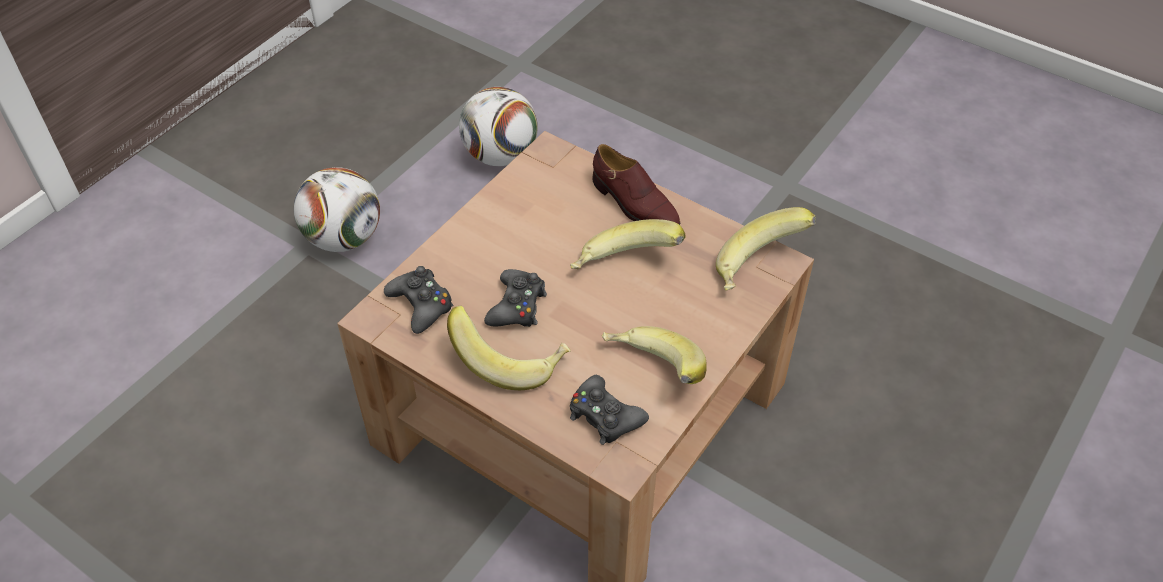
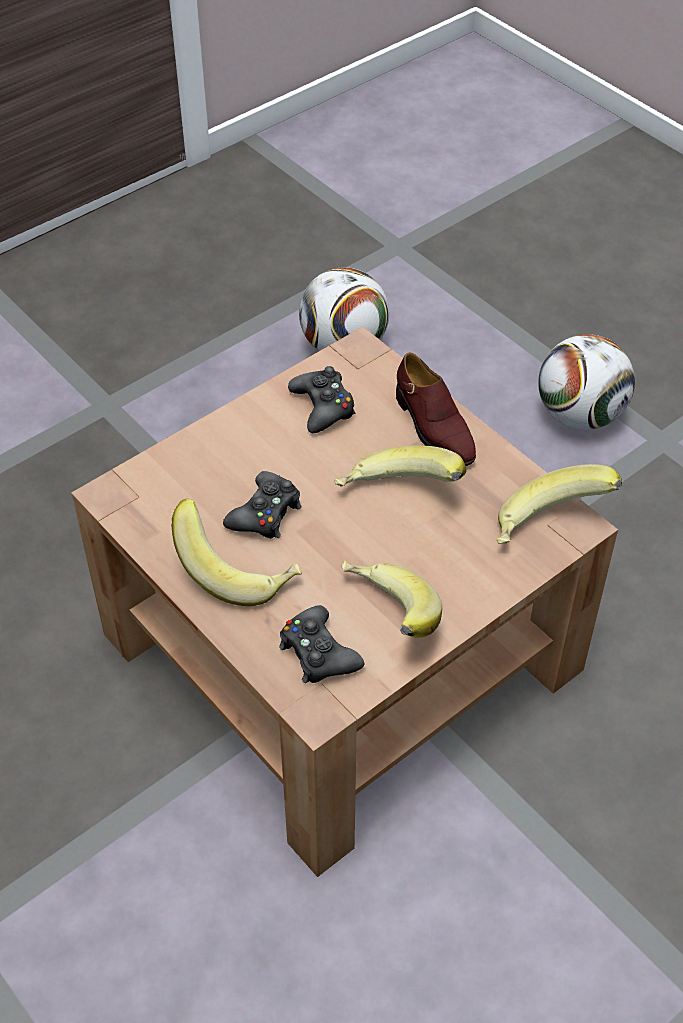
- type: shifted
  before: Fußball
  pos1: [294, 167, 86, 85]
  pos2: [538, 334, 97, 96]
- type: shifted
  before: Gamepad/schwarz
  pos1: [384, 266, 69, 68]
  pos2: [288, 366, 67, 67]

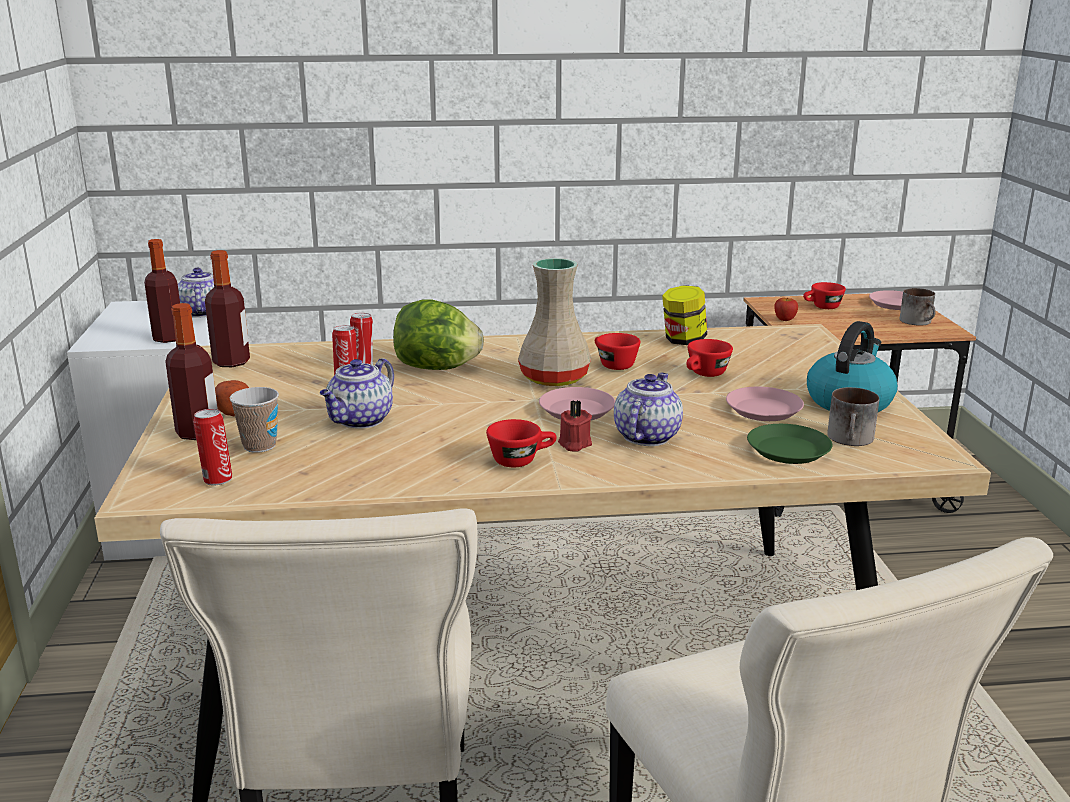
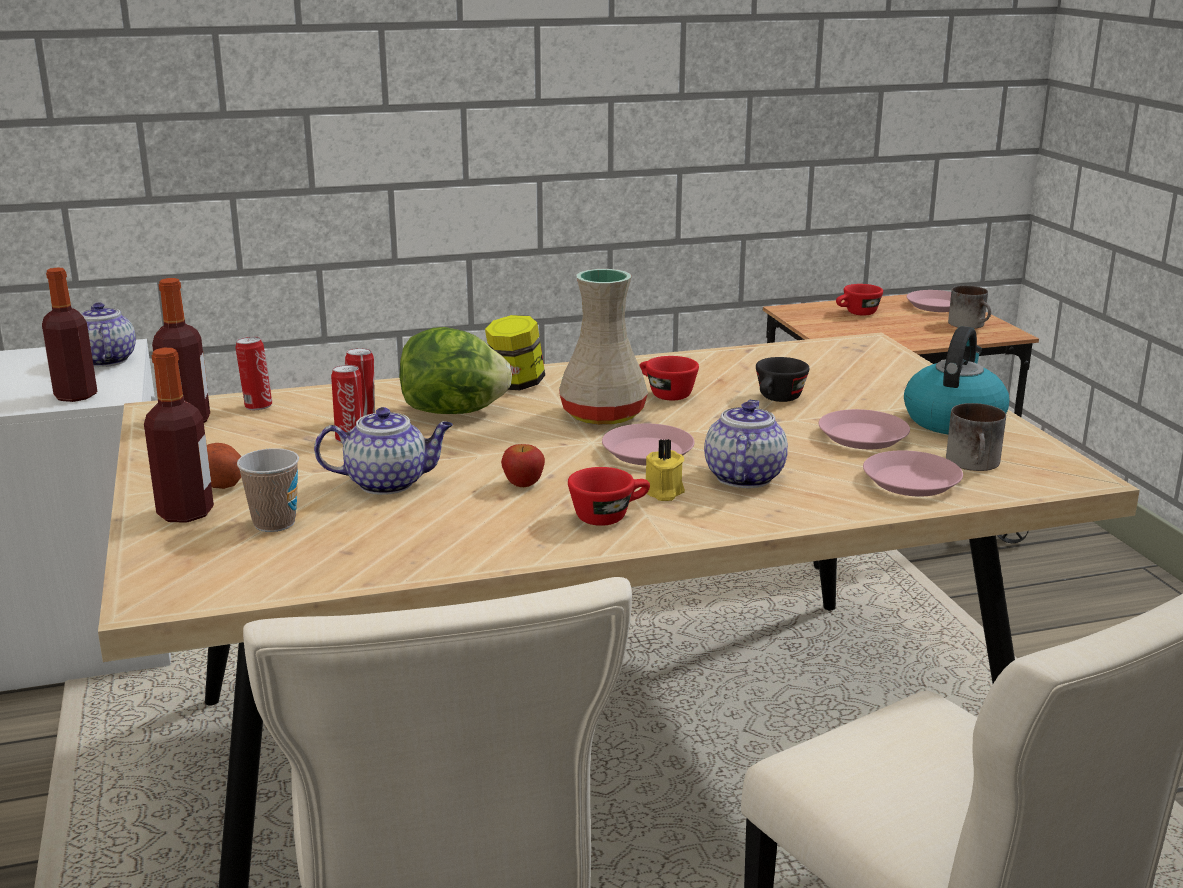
- type: shifted
  before: Vorratsglas
  pos1: [662, 285, 45, 60]
  pos2: [485, 315, 60, 75]
- type: shifted
  before: Apfel
  pos1: [774, 298, 24, 23]
  pos2: [501, 444, 44, 43]
- type: repainted
  before: Tasse/rot
  after: Tasse/schwarz
  pos1: [686, 339, 47, 38]
  pos2: [756, 357, 53, 45]
- type: rotated
  before: Teekanne
  pos1: [320, 358, 74, 71]
  pos2: [314, 407, 139, 88]
  turn: -120
- type: repainted
  before: Kerze/rot
  after: Kerze/gelb
  pos1: [558, 400, 34, 52]
  pos2: [646, 439, 39, 62]
- type: shifted
  before: Dose
  pos1: [193, 409, 40, 77]
  pos2: [235, 337, 37, 73]
- type: repainted
  before: Teller/grün
  after: Teller/rosa
  pos1: [747, 424, 85, 40]
  pos2: [863, 451, 100, 45]

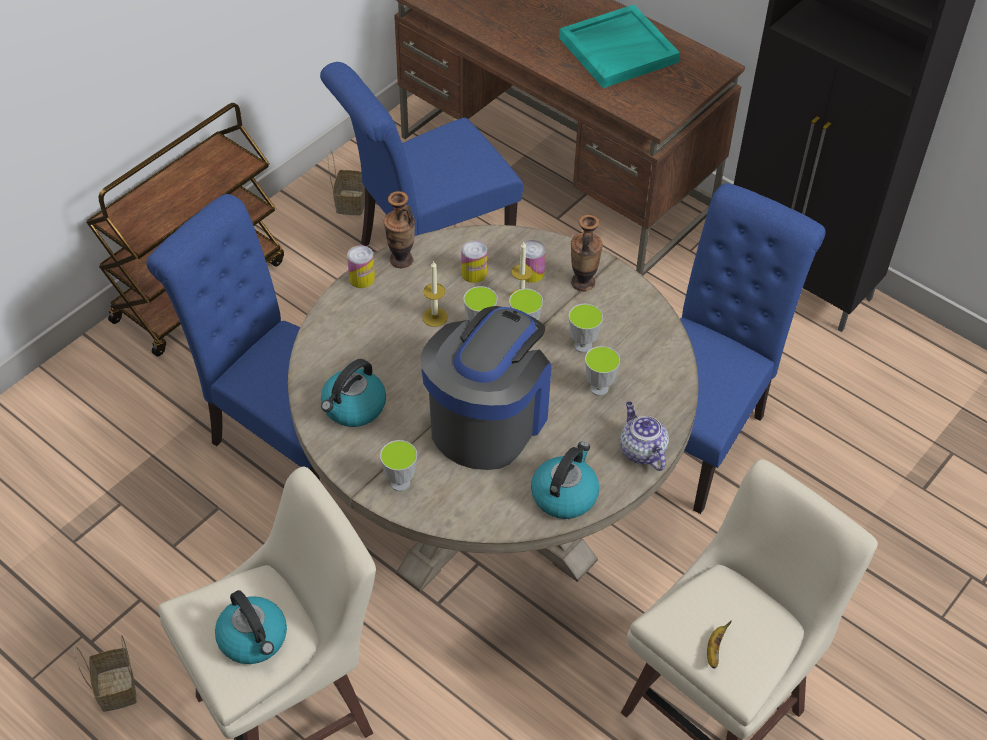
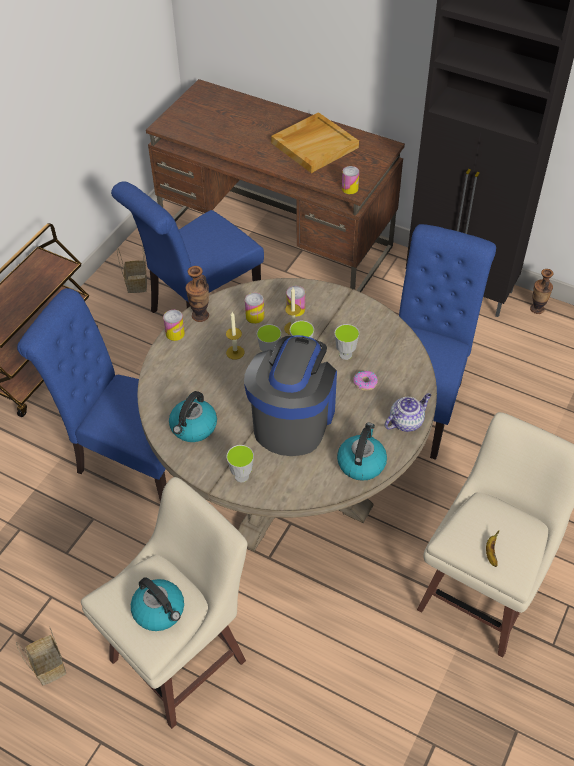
- type: repainted
  before: Tablett/türkis
  after: Tablett/beige
  pos1: [559, 5, 121, 83]
  pos2: [271, 112, 88, 61]
- type: shifted
  before: Vase
  pos1: [571, 215, 32, 77]
  pos2: [530, 269, 24, 45]
- type: swapped
  before: Tasse
  after: Donut
  pos1: [585, 346, 35, 50]
  pos2: [353, 371, 25, 20]
- type: rotated
  before: Teekanne
  pos1: [620, 401, 49, 70]
  pos2: [385, 393, 46, 39]
  turn: 90
- type: new
  after: Dose
  pos2: [342, 166, 17, 28]

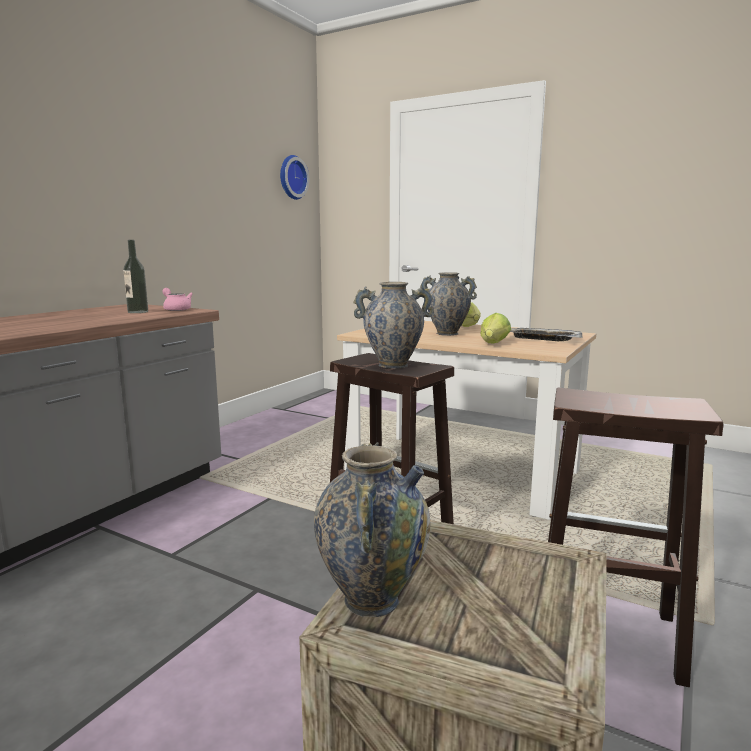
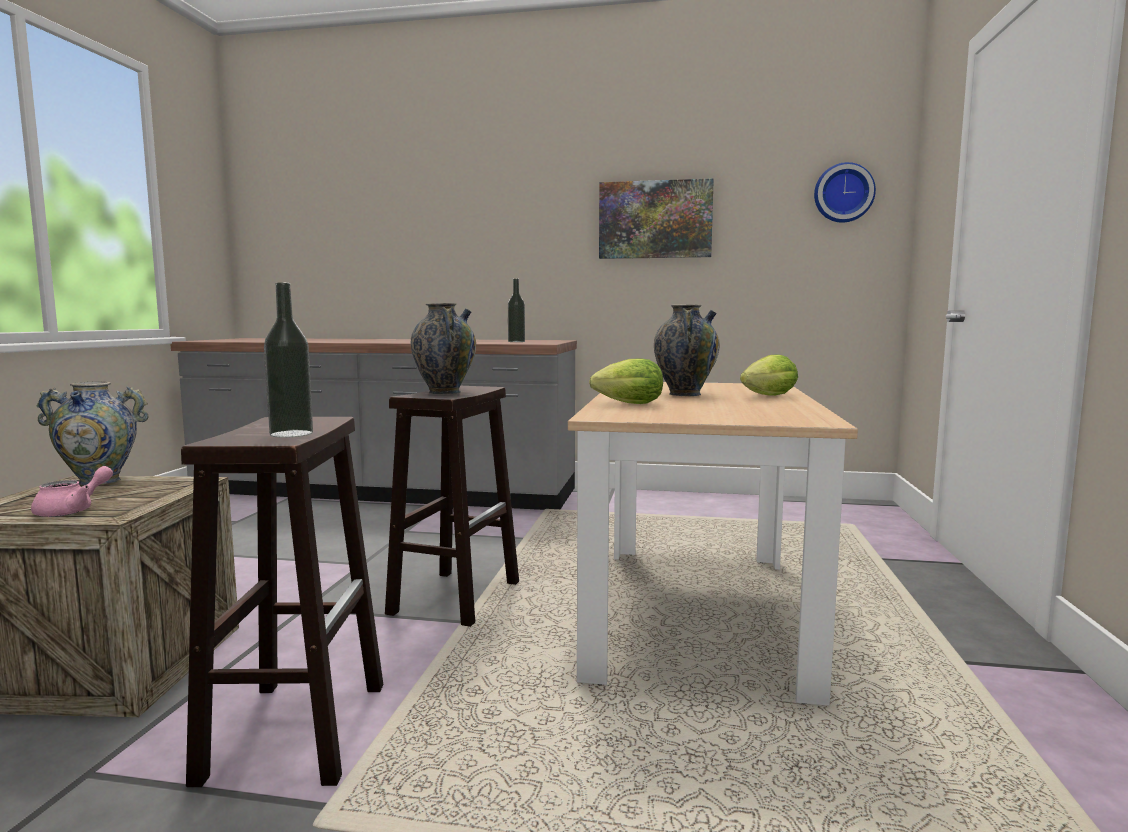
- type: shifted
  before: Teekanne/rosa
  pos1: [162, 288, 31, 23]
  pos2: [31, 466, 82, 51]
- type: gone
  before: Tablett
  pos1: [510, 328, 73, 13]
- type: new
  after: Bild
  pos2: [599, 178, 115, 81]
- type: new
  after: Flasche
  pos2: [264, 283, 49, 155]

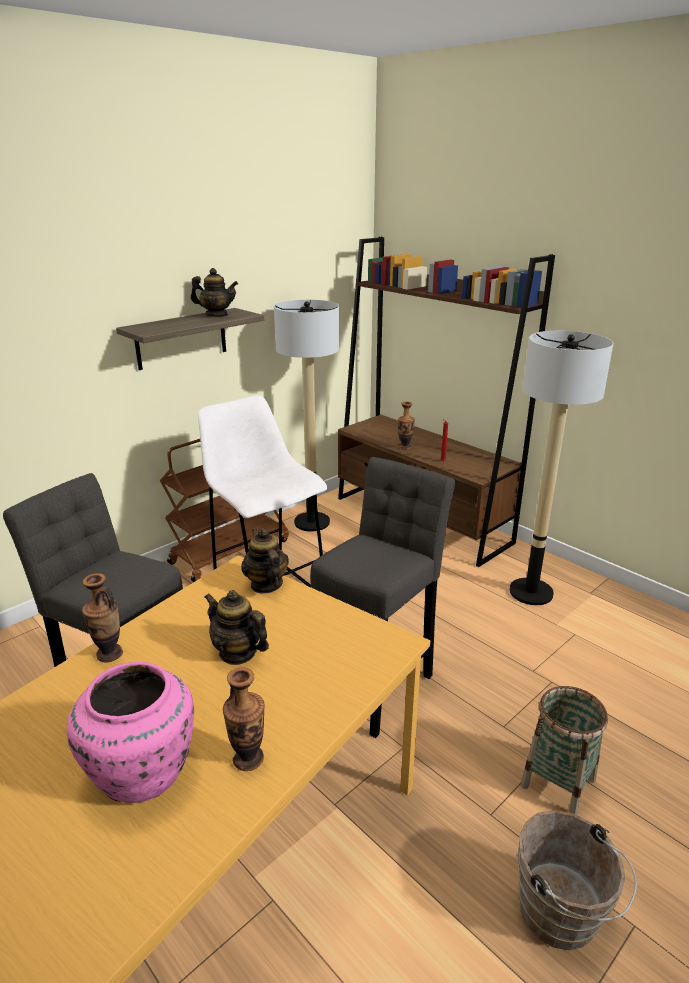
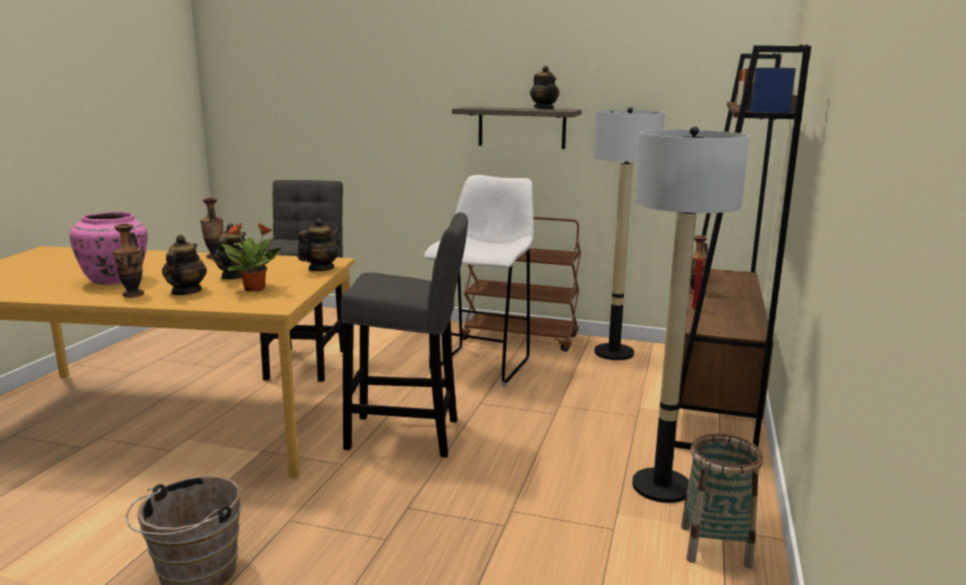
- type: shifted
  before: Korb
  pos1: [520, 686, 88, 129]
  pos2: [681, 434, 82, 135]
- type: new
  after: Topfpflanze
  pos2: [221, 222, 61, 69]
- type: new
  after: Teekanne
  pos2: [162, 235, 45, 60]

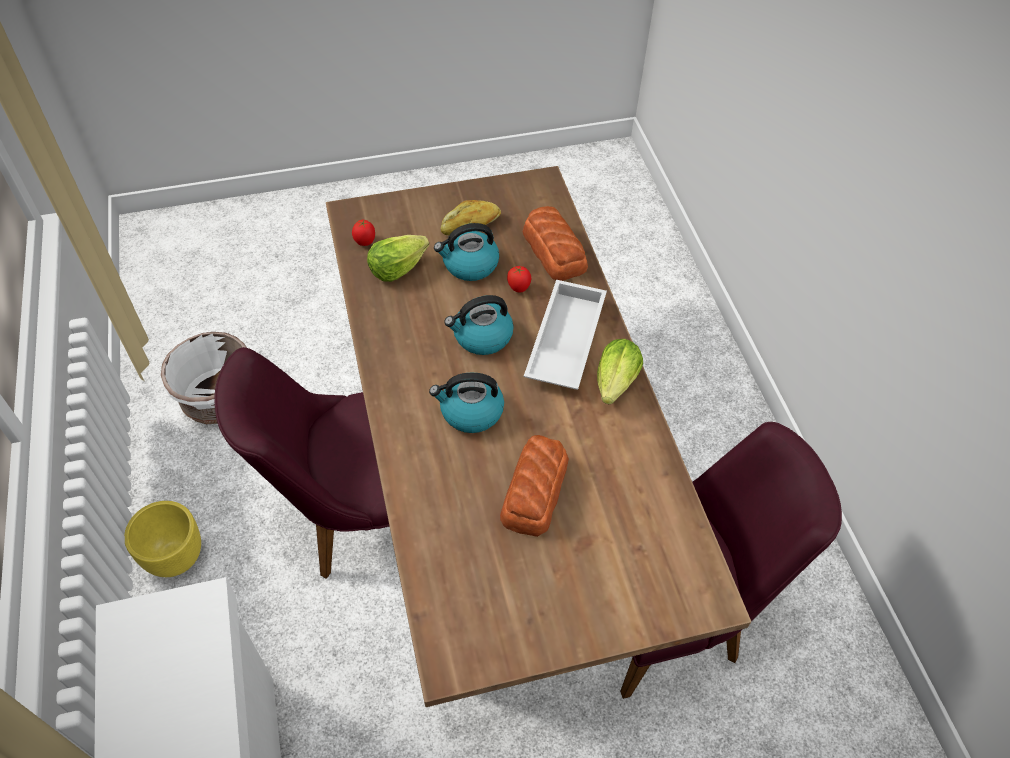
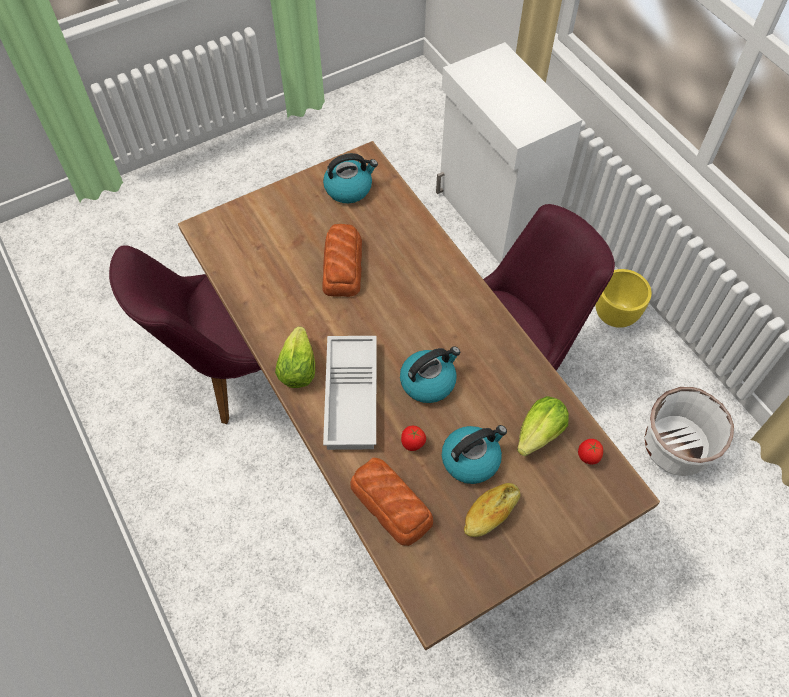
- type: shifted
  before: Wasserkessel
  pos1: [429, 373, 75, 60]
  pos2: [323, 153, 55, 50]

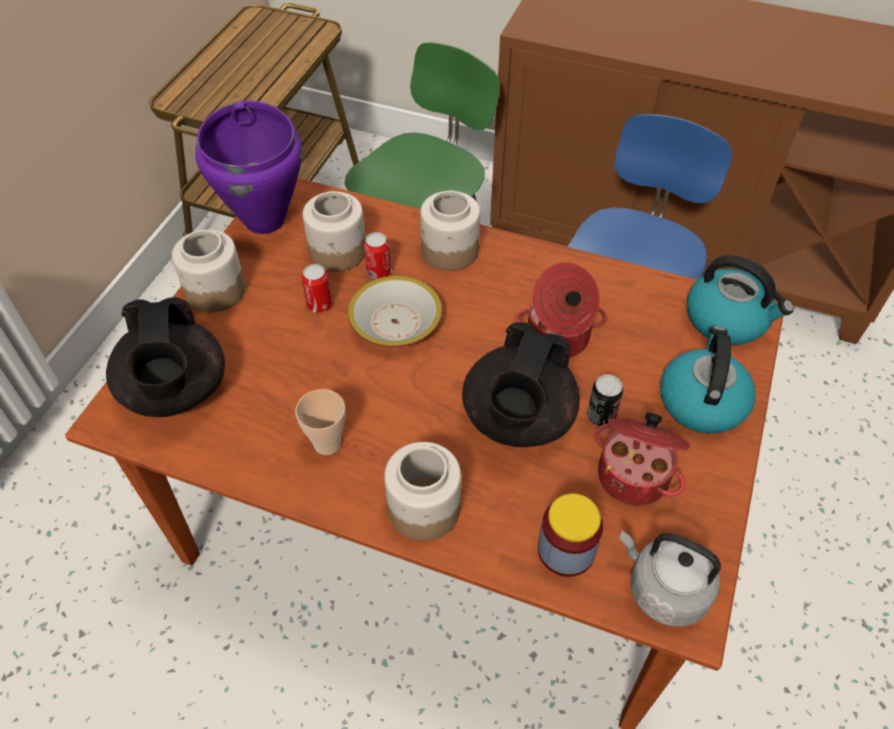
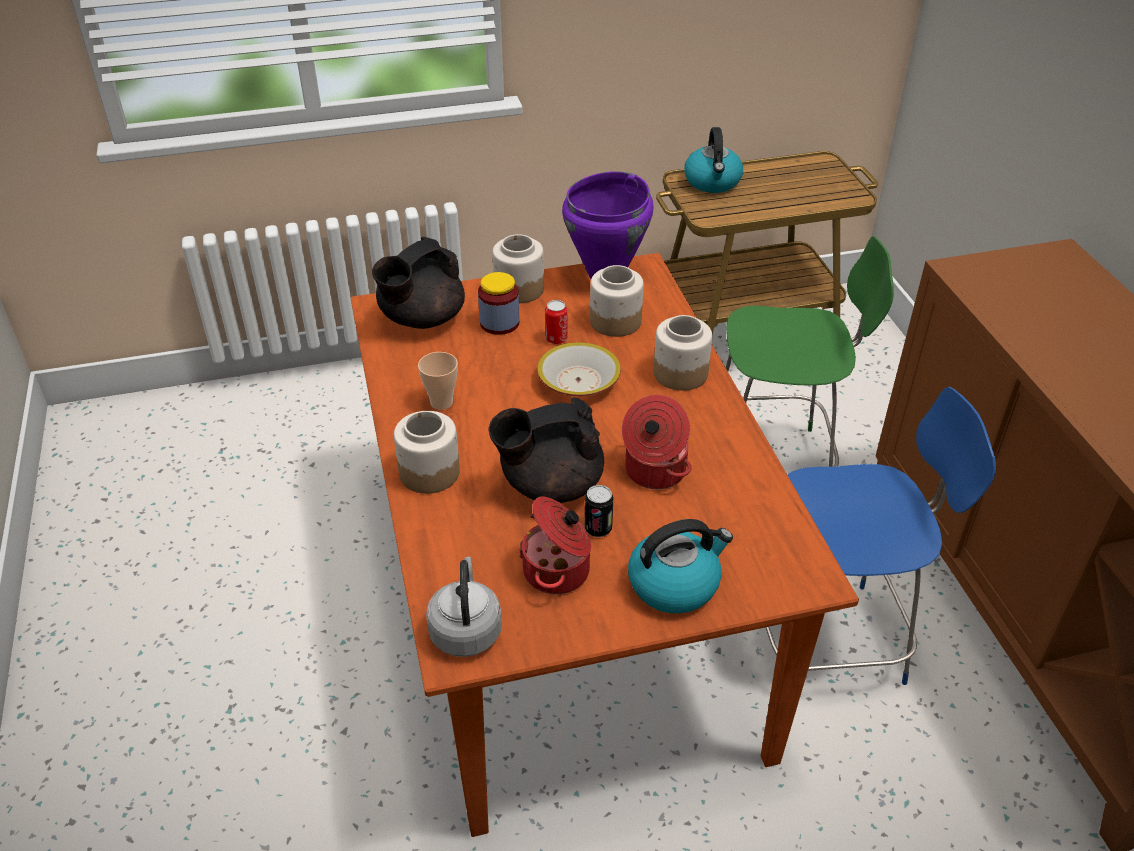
- type: gone
  before: Dose
  pos1: [364, 232, 27, 48]
- type: shifted
  before: Wasserkessel
  pos1: [687, 255, 107, 90]
  pos2: [684, 127, 59, 66]
- type: shifted
  before: Vorratsglas
  pos1: [538, 493, 65, 84]
  pos2: [478, 272, 42, 63]

